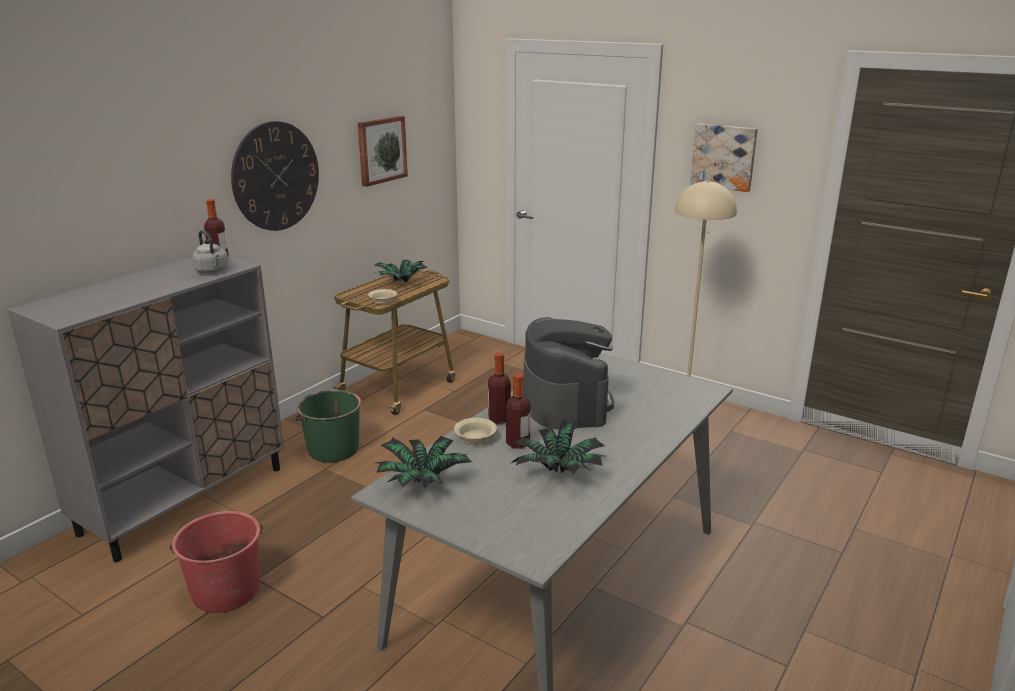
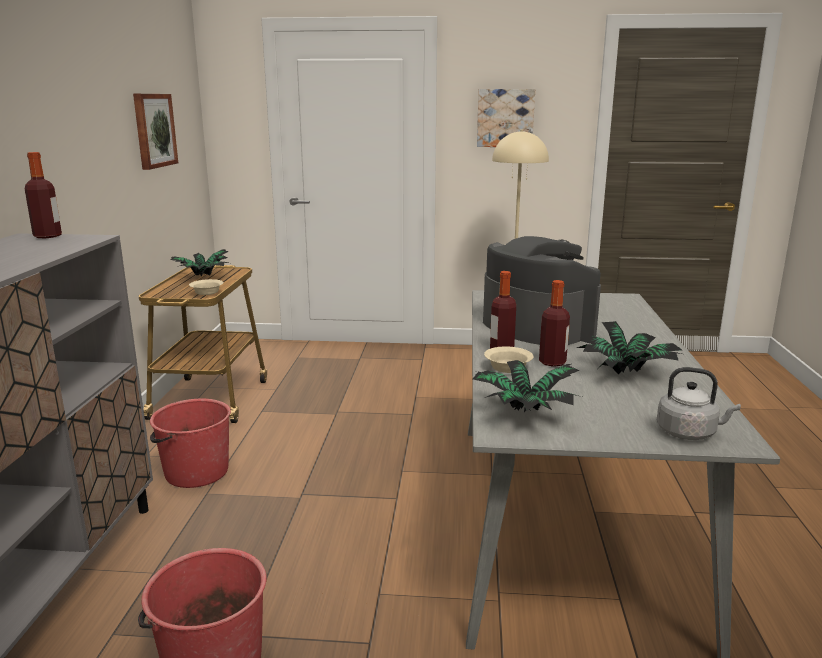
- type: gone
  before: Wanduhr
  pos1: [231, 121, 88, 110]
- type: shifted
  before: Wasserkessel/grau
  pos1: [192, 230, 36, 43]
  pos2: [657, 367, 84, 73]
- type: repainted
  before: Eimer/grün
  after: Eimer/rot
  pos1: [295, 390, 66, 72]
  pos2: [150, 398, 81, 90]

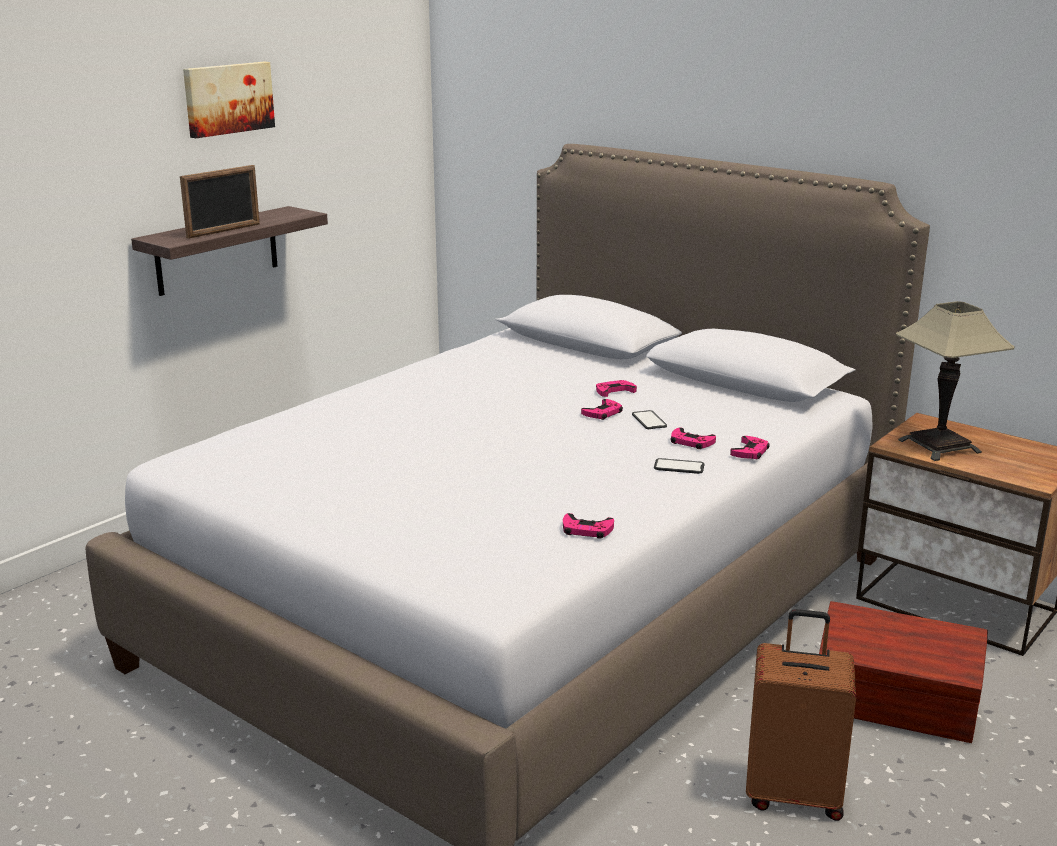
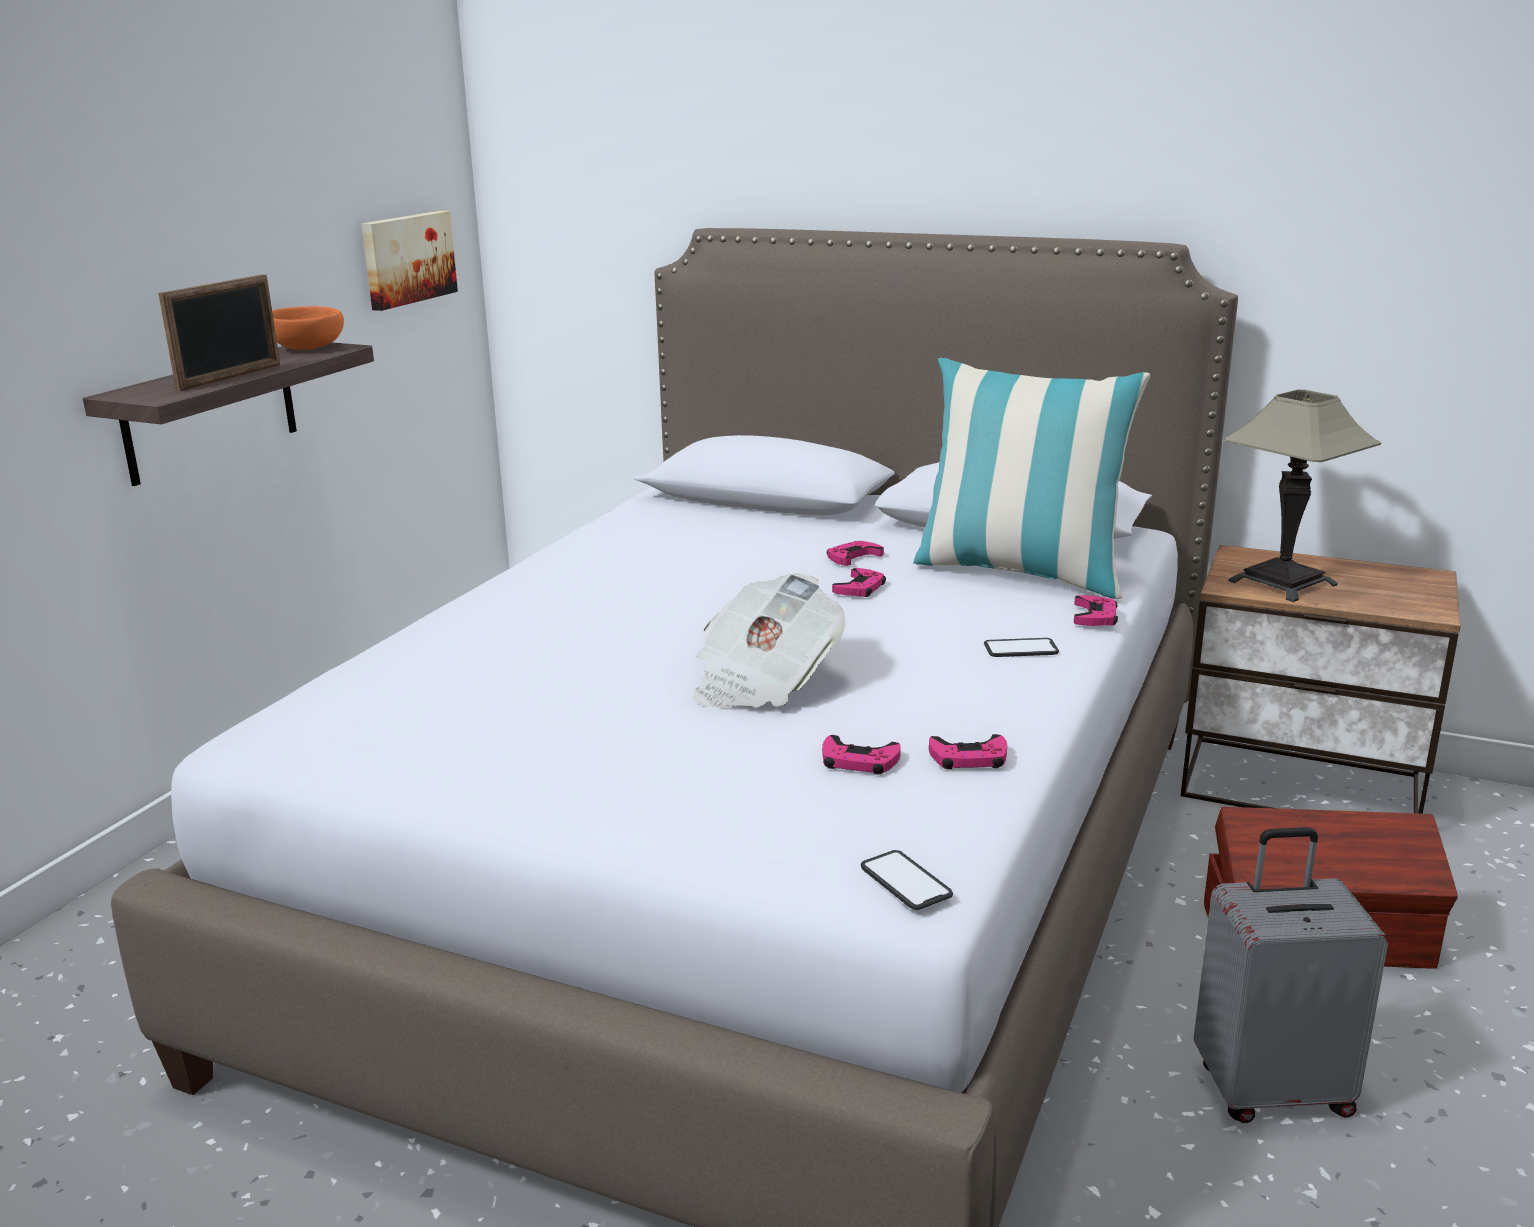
- type: shifted
  before: Bild
  pos1: [183, 62, 92, 76]
  pos2: [362, 211, 96, 100]
- type: shifted
  before: Handy
  pos1: [632, 410, 35, 19]
  pos2: [861, 850, 92, 60]
- type: shifted
  before: Gamepad/rosa
  pos1: [670, 427, 46, 22]
  pos2: [822, 735, 79, 40]
- type: repainted
  before: Koffer/braun
  after: Koffer/grau
  pos1: [746, 609, 110, 212]
  pos2: [1193, 827, 195, 296]
- type: new
  after: Schüssel/orange
  pos2: [272, 306, 72, 44]
- type: new
  after: Kissen
  pos2: [913, 358, 237, 241]
- type: new
  after: Zeitung
  pos2: [693, 573, 152, 134]

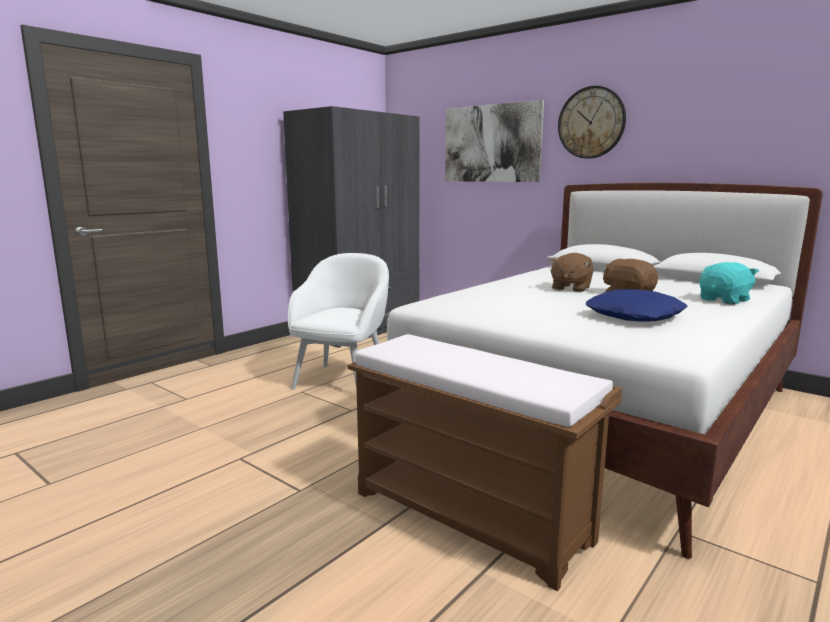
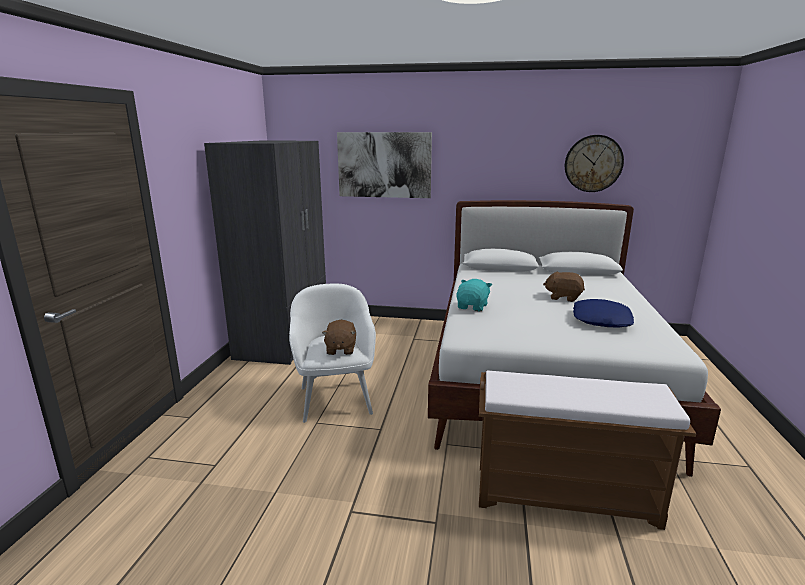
- type: shifted
  before: Wanduhr
  pos1: [558, 86, 68, 73]
  pos2: [565, 135, 59, 57]
- type: shifted
  before: Plüschtier/braun
  pos1: [549, 253, 45, 39]
  pos2: [322, 320, 34, 35]
- type: shifted
  before: Plüschtier/türkis
  pos1: [699, 262, 60, 42]
  pos2: [456, 279, 36, 32]

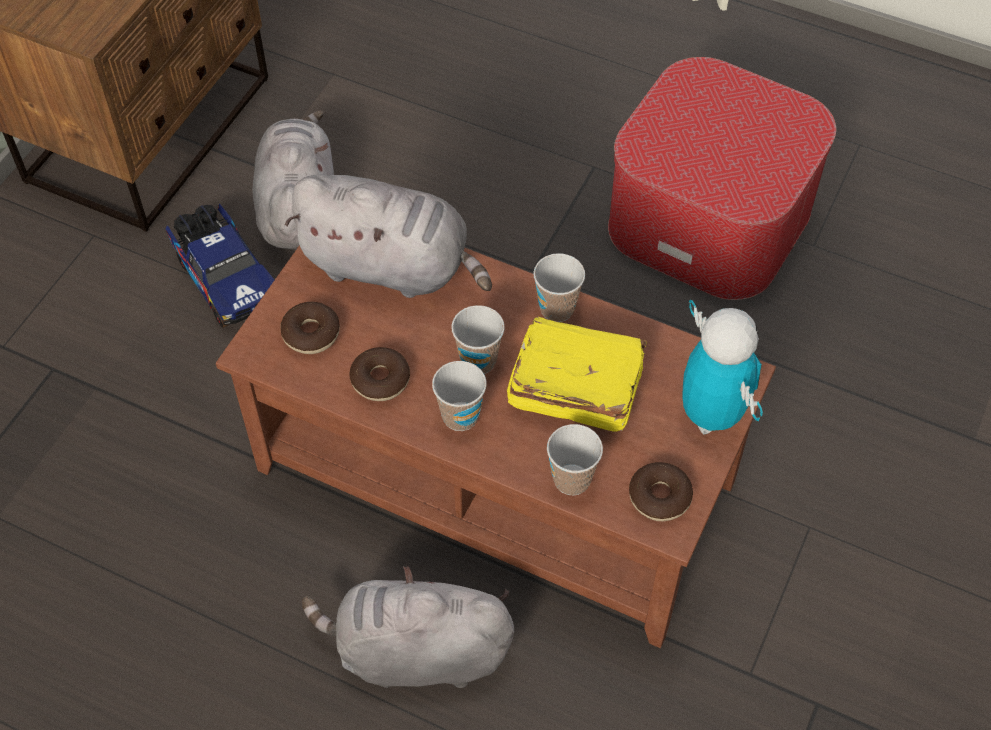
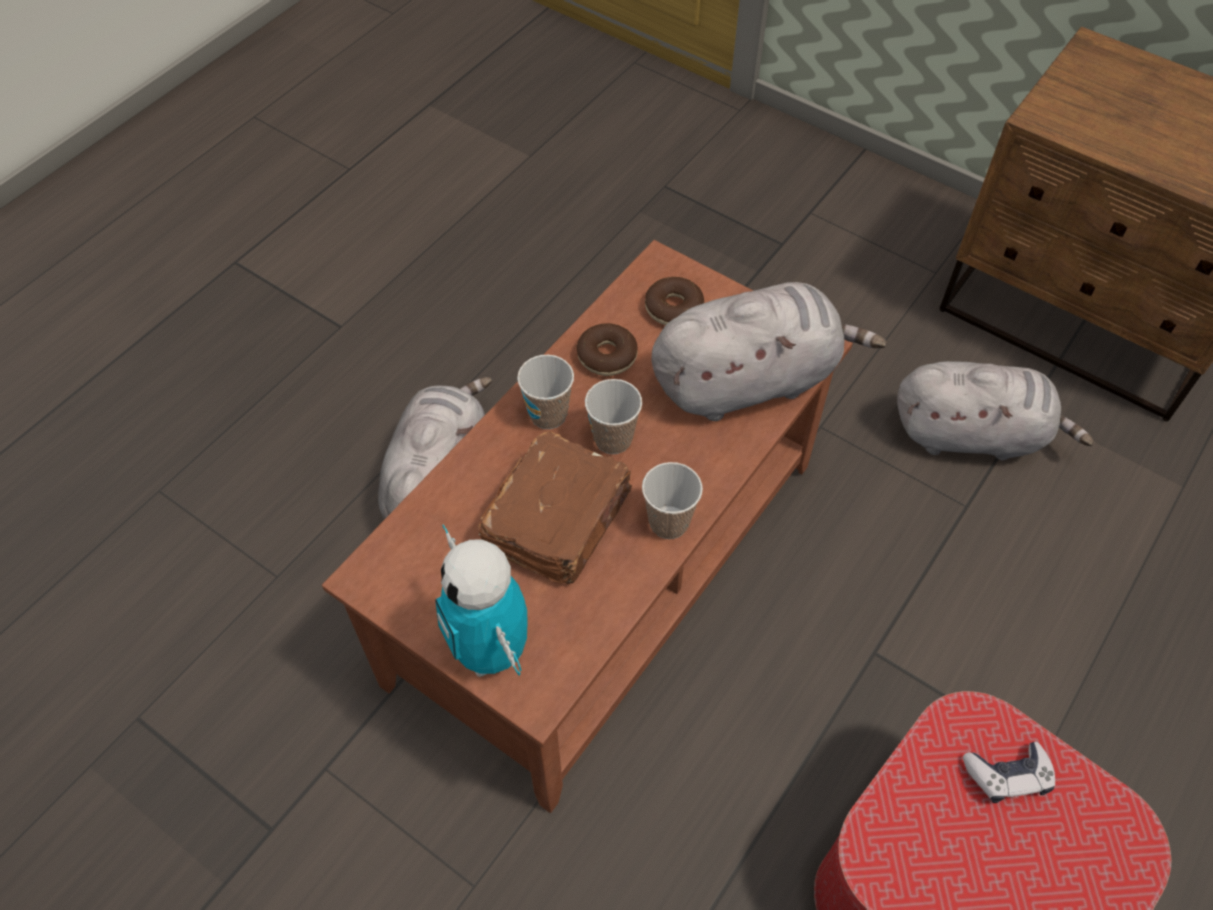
- type: rotated
  before: Plüschtier/grau
  pos1: [284, 174, 208, 124]
  pos2: [651, 282, 236, 139]
  turn: -135
- type: gone
  before: Spielzeuglaster
  pos1: [166, 203, 108, 125]
- type: rotated
  before: Spielzeugroboter
  pos1: [683, 300, 80, 134]
  pos2: [435, 525, 92, 152]
  turn: 75
- type: repainted
  before: Buch/gelb
  after: Buch/braun
  pos1: [507, 316, 140, 116]
  pos2: [478, 431, 154, 153]
- type: gone
  before: Tasse
  pos1: [547, 424, 56, 71]
- type: gone
  before: Donut
  pos1: [629, 462, 64, 59]
- type: new
  after: Gamepad
  pos2: [963, 741, 92, 62]

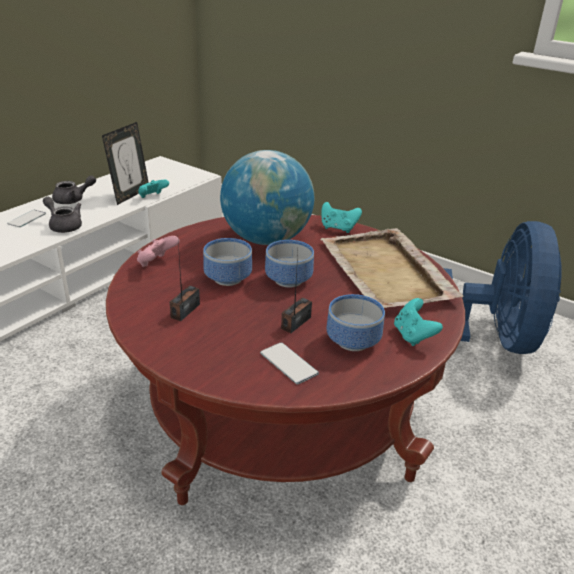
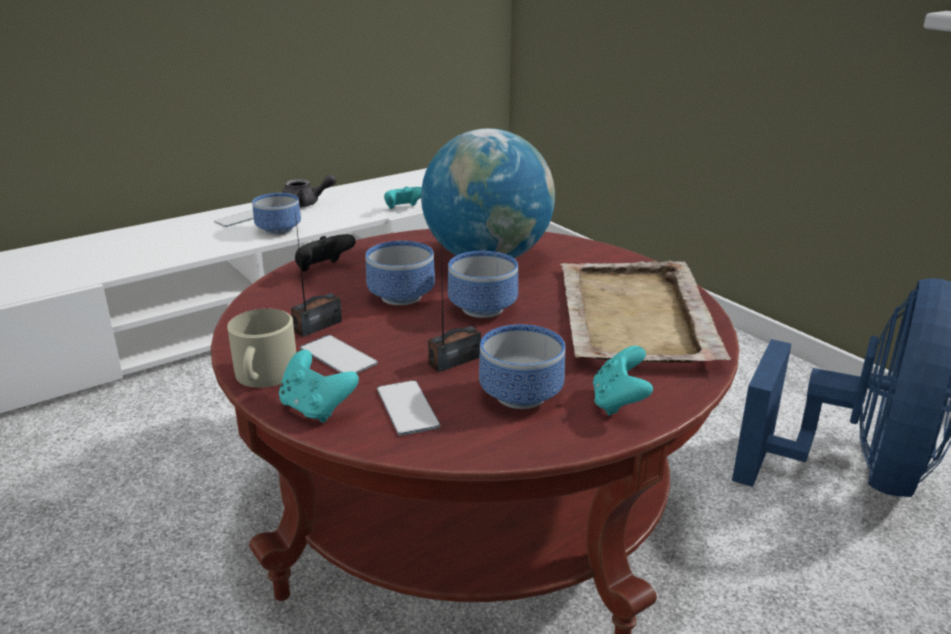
- type: gone
  before: Bilderrahmen
  pos1: [102, 122, 47, 83]
- type: swapped
  before: Teekanne/grau
  after: Schüssel
  pos1: [43, 197, 39, 36]
  pos2: [252, 193, 49, 42]
- type: shifted
  before: Gamepad/türkis
  pos1: [321, 202, 41, 31]
  pos2: [279, 350, 80, 73]
- type: repainted
  before: Gamepad/rosa
  after: Gamepad/schwarz
  pos1: [137, 236, 43, 31]
  pos2: [295, 234, 61, 37]
- type: new
  after: Henkelbecher/beige
  pos2: [227, 308, 69, 80]
- type: new
  after: Handy
  pos2: [300, 335, 78, 39]

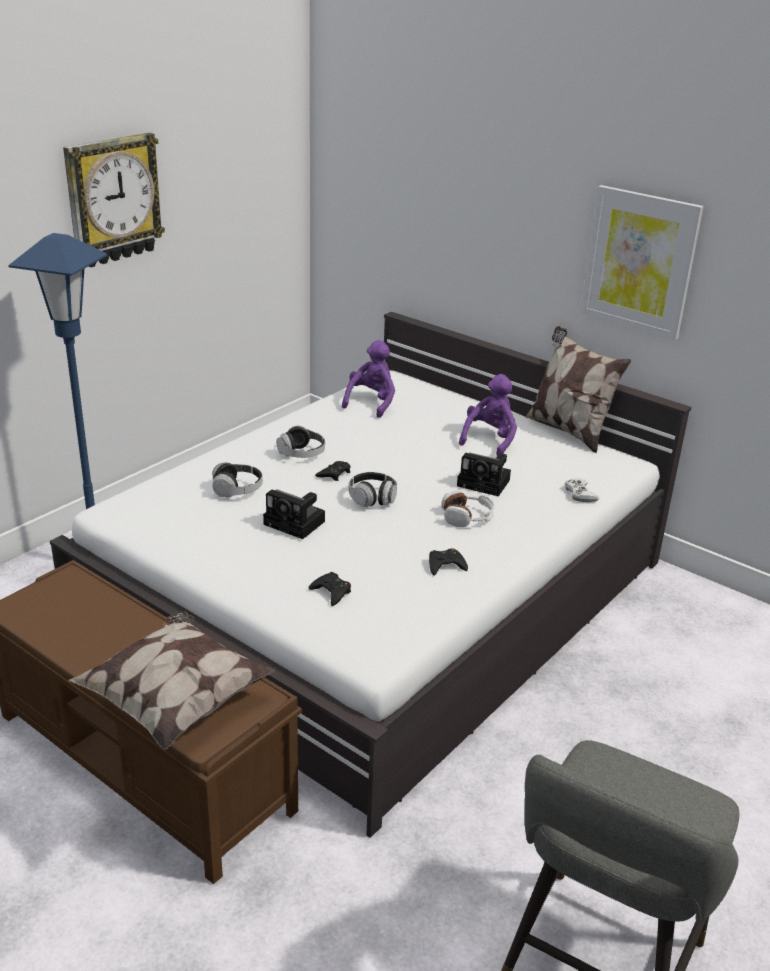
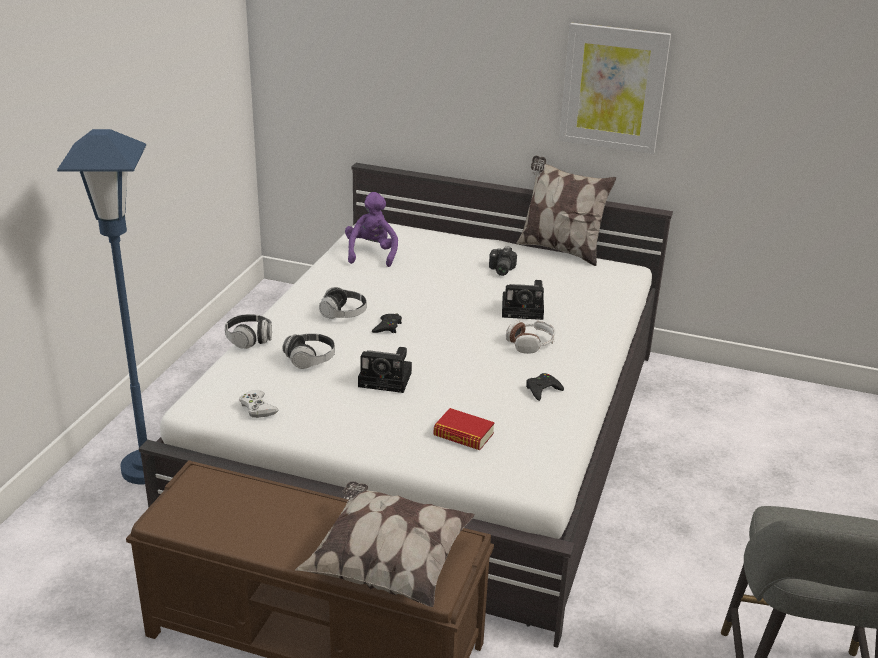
- type: gone
  before: Wanduhr
  pos1: [63, 133, 102, 134]
- type: swapped
  before: Plüschtier/lila
  after: Kamera
  pos1: [459, 374, 58, 82]
  pos2: [489, 246, 28, 30]
- type: shifted
  before: Kopfhörer
  pos1: [349, 472, 48, 35]
  pos2: [225, 314, 47, 35]
- type: shifted
  before: Gamepad/weiß
  pos1: [565, 478, 34, 24]
  pos2: [239, 390, 40, 28]
- type: swapped
  before: Gamepad/schwarz
  after: Buch
  pos1: [309, 572, 42, 34]
  pos2: [433, 408, 62, 42]

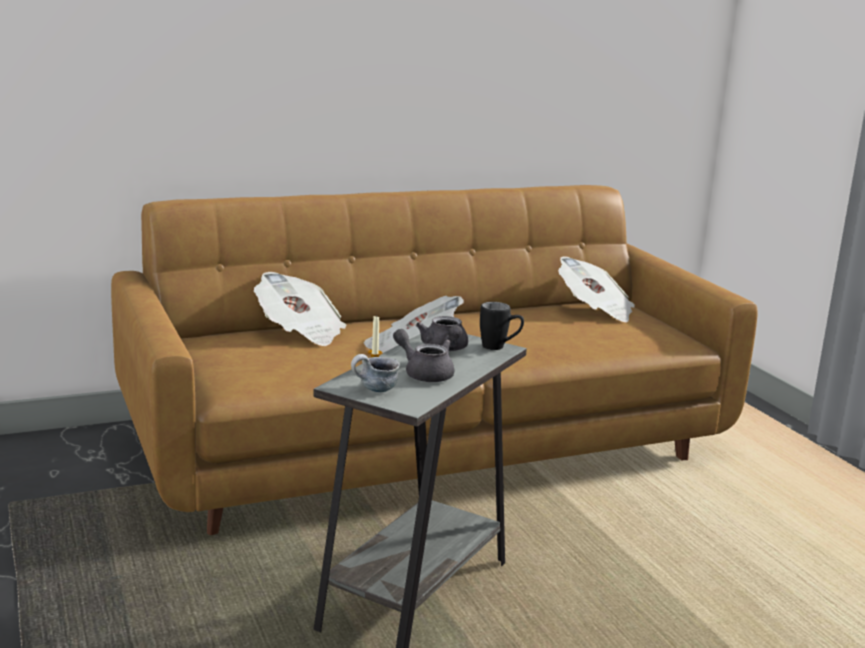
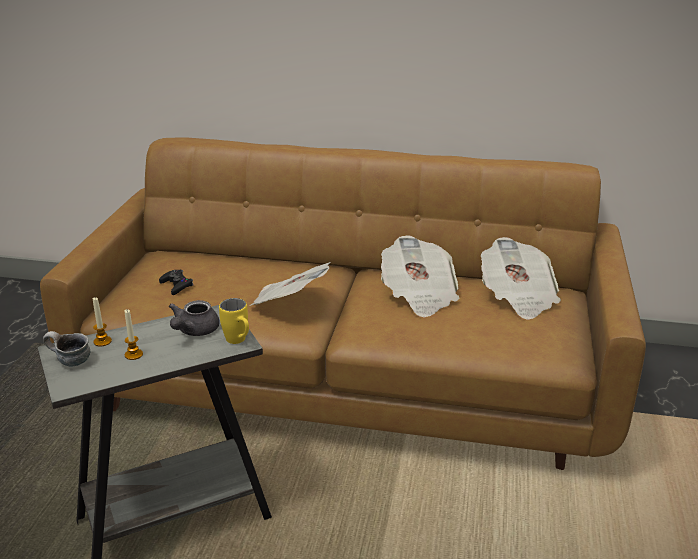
- type: shifted
  before: Zeitung
  pos1: [254, 272, 93, 74]
  pos2: [381, 236, 78, 82]
- type: repainted
  before: Henkelbecher/schwarz
  after: Henkelbecher/gelb
  pos1: [480, 302, 44, 48]
  pos2: [219, 298, 30, 46]
- type: swapped
  before: Teekanne/grau
  after: Kerze
  pos1: [393, 329, 61, 53]
  pos2: [124, 309, 19, 51]
- type: new
  after: Gamepad/schwarz
  pos2: [159, 270, 34, 25]

